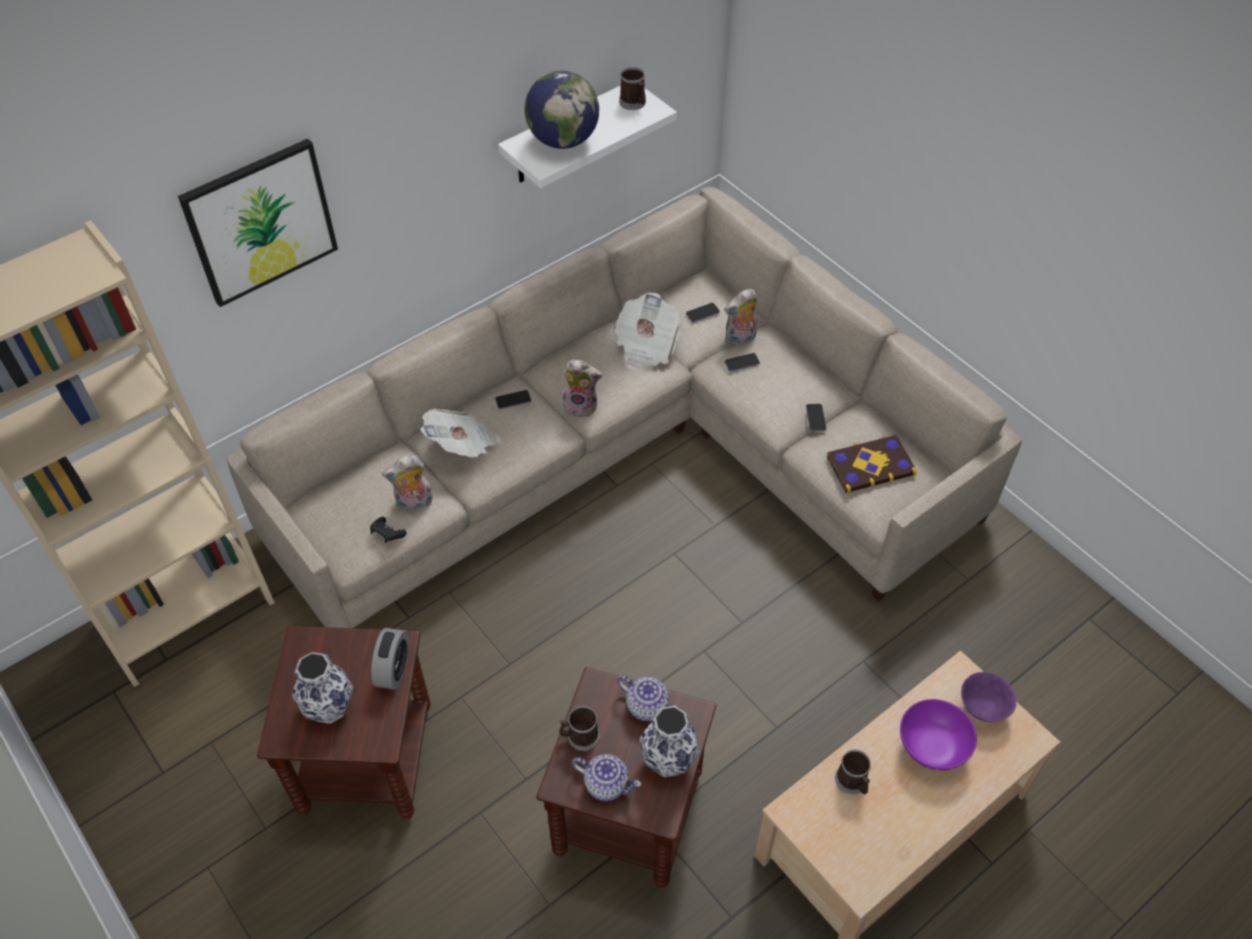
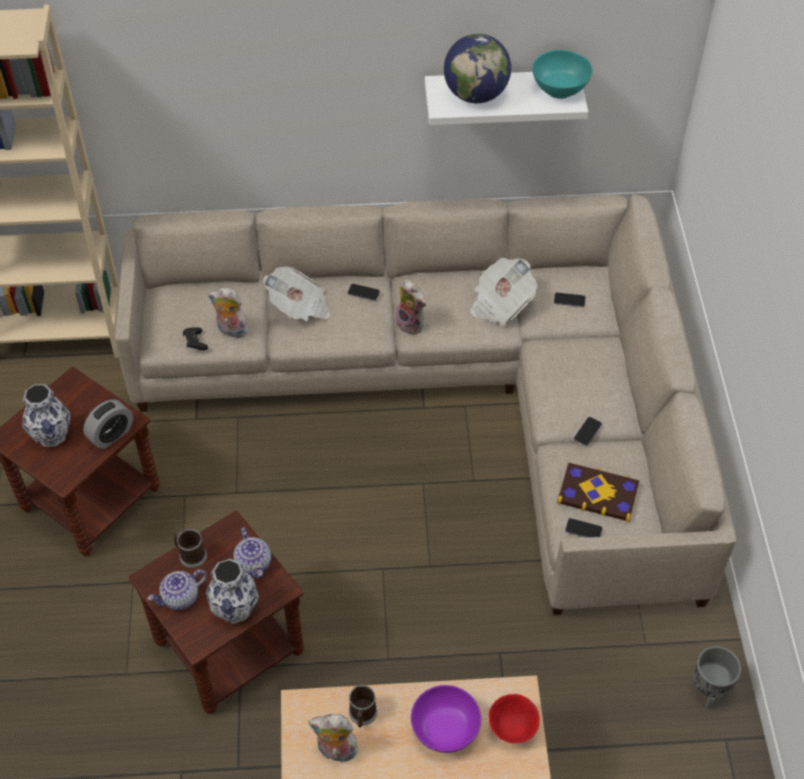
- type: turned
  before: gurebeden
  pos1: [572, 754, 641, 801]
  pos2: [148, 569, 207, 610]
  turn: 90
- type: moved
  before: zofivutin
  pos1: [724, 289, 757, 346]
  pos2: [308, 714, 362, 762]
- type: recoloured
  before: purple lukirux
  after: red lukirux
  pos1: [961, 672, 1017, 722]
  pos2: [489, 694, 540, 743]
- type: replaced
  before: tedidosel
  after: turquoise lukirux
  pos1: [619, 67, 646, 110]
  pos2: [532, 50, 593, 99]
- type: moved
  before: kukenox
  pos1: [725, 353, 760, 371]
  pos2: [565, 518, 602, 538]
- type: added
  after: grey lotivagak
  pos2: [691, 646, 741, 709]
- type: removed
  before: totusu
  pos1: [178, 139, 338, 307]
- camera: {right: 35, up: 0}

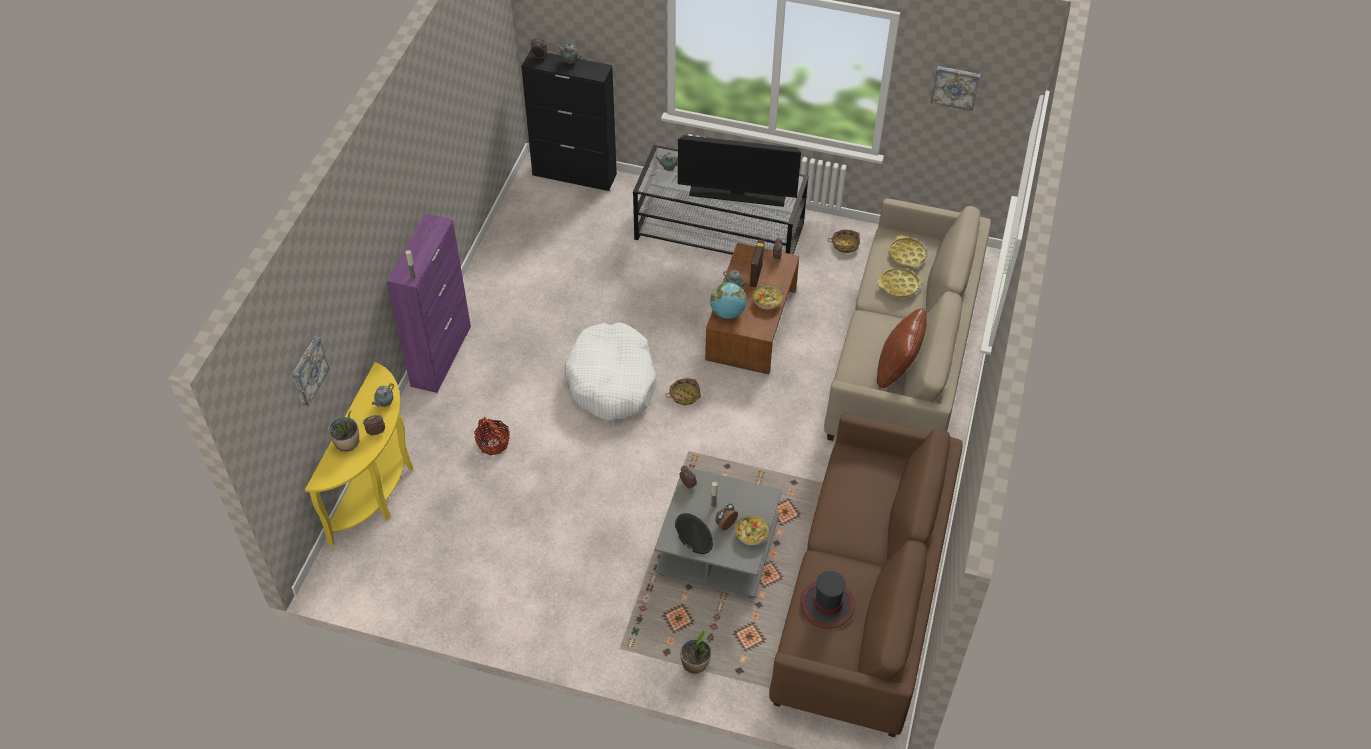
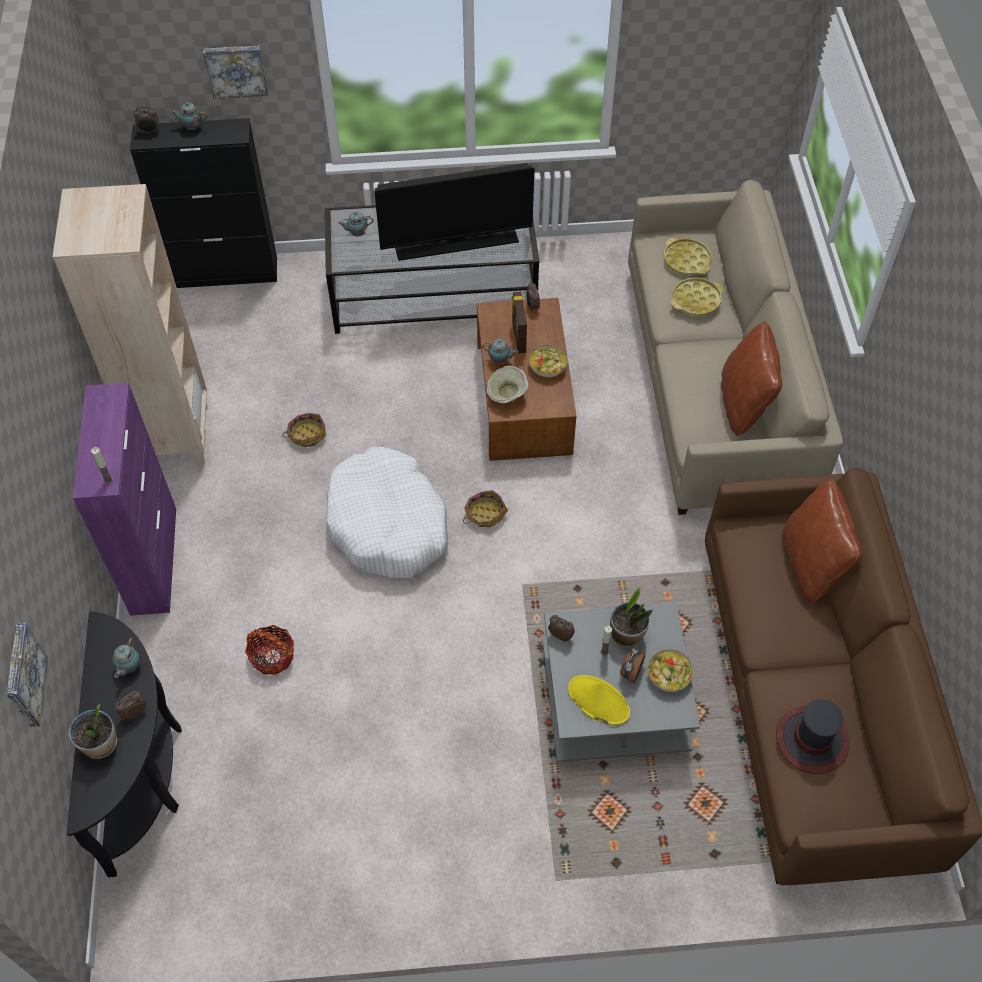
- type: added
  after: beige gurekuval
  pos2: [53, 184, 207, 465]
- type: recoloured
  before: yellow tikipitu
  after: black tikipitu
  pos1: [305, 362, 413, 546]
  pos2: [66, 612, 182, 877]
- type: moved
  before: totusu
  pos1: [931, 66, 980, 111]
  pos2: [203, 45, 268, 99]
- type: moved
  before: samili
  pos1: [828, 229, 860, 253]
  pos2: [282, 413, 326, 447]
- type: replaced
  before: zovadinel
  after: beige lukirux
  pos1: [710, 282, 746, 319]
  pos2: [487, 366, 528, 403]
- type: recoloured
  before: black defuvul
  after: yellow defuvul
  pos1: [675, 513, 713, 554]
  pos2: [568, 675, 630, 725]
- type: moved
  before: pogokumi
  pos1: [680, 629, 711, 674]
  pos2: [610, 586, 652, 647]
- type: added
  after: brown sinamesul
  pos2: [783, 478, 862, 604]
- camera: {right: -20, up: 5}

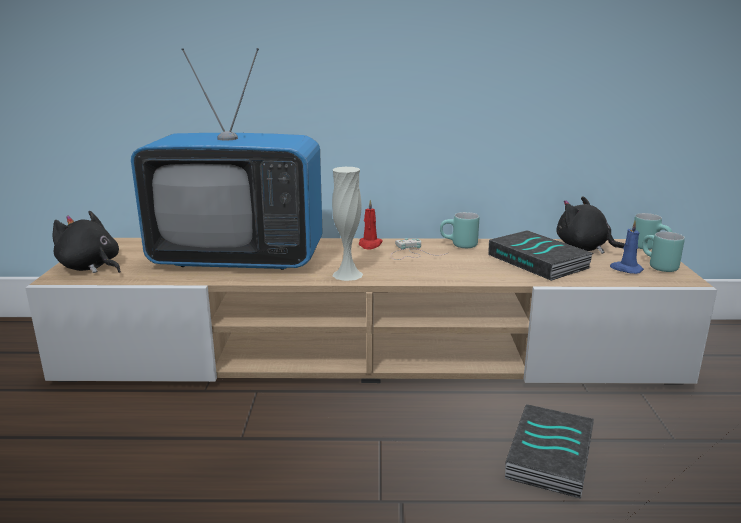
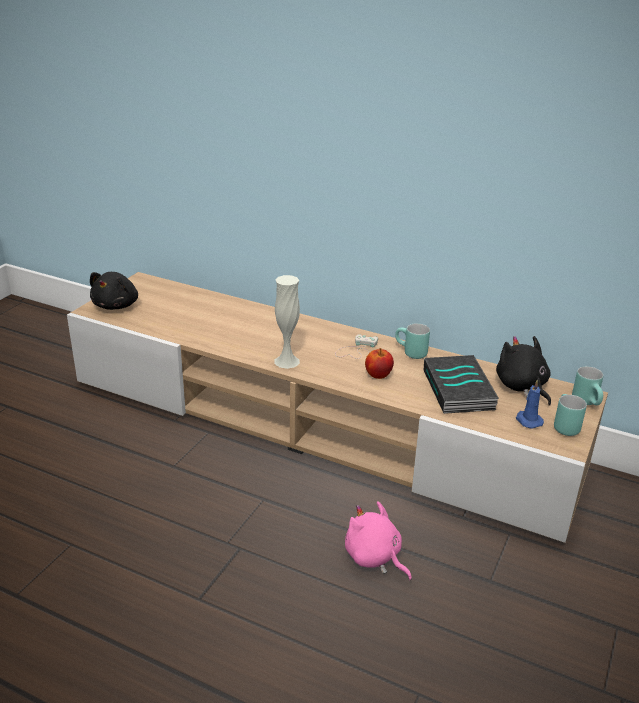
- type: turned
  before: black zofivutin
  pos1: [52, 211, 121, 273]
  pos2: [90, 272, 138, 310]
  turn: -135
- type: replaced
  before: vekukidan
  after: pink zofivutin
  pos1: [505, 404, 594, 499]
  pos2: [345, 501, 412, 580]
- type: added
  after: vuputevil
  pos2: [365, 348, 394, 379]
- type: removed
  before: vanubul
  pos1: [131, 48, 323, 270]
- type: removed
  before: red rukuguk
  pos1: [359, 200, 383, 249]
- camera: {right: 25, up: 10}

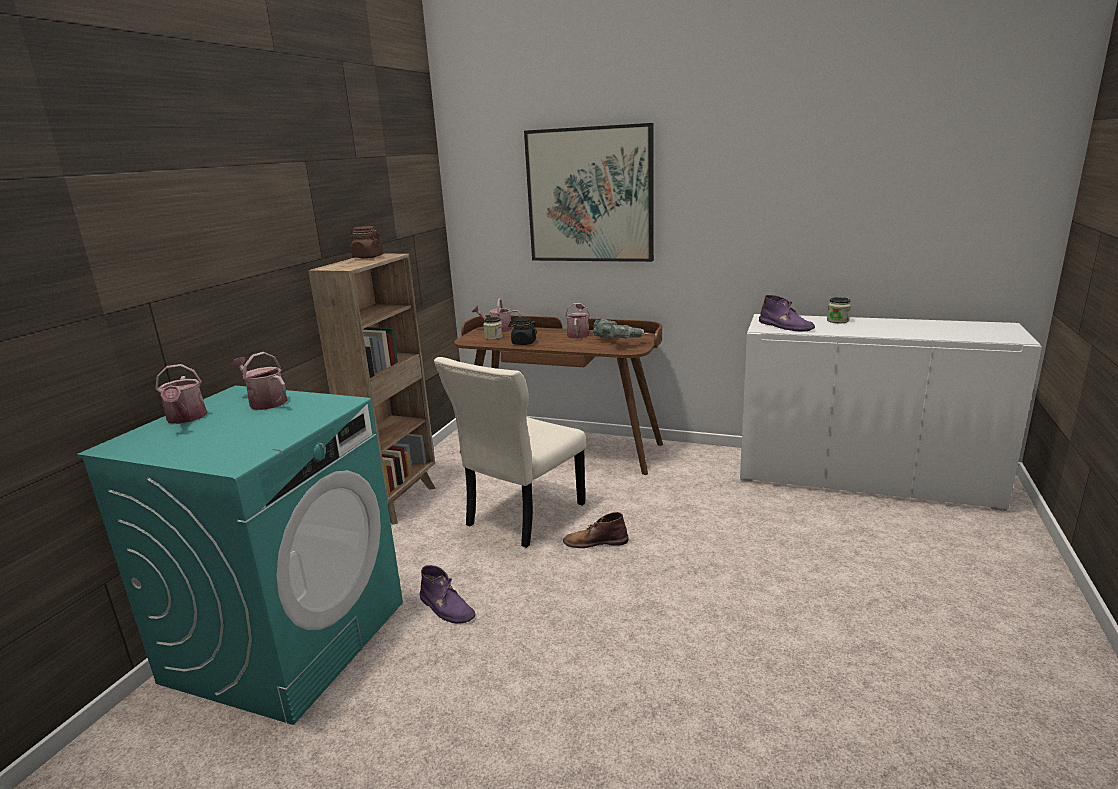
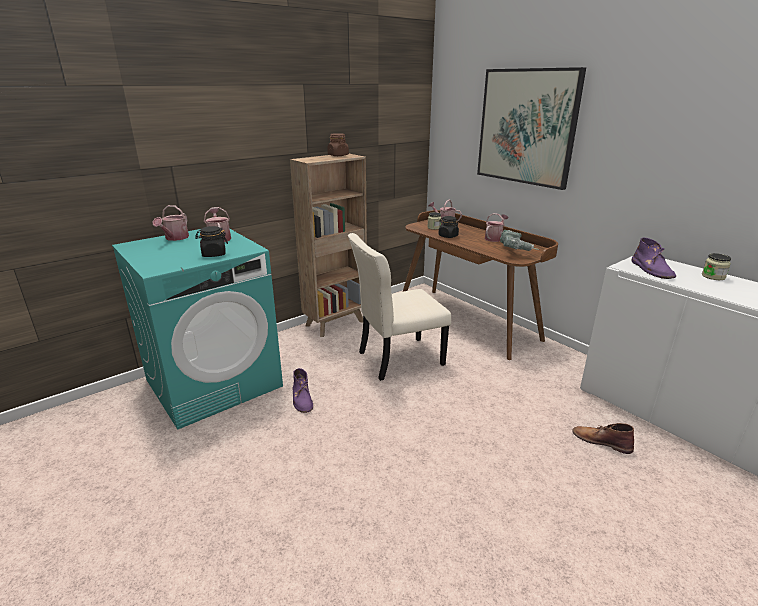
- type: added
  after: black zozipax
  pos2: [195, 226, 228, 257]
- type: moved
  before: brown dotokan
  pos1: [563, 512, 629, 548]
  pos2: [572, 423, 634, 454]
- camera: {right: 30, up: 5}

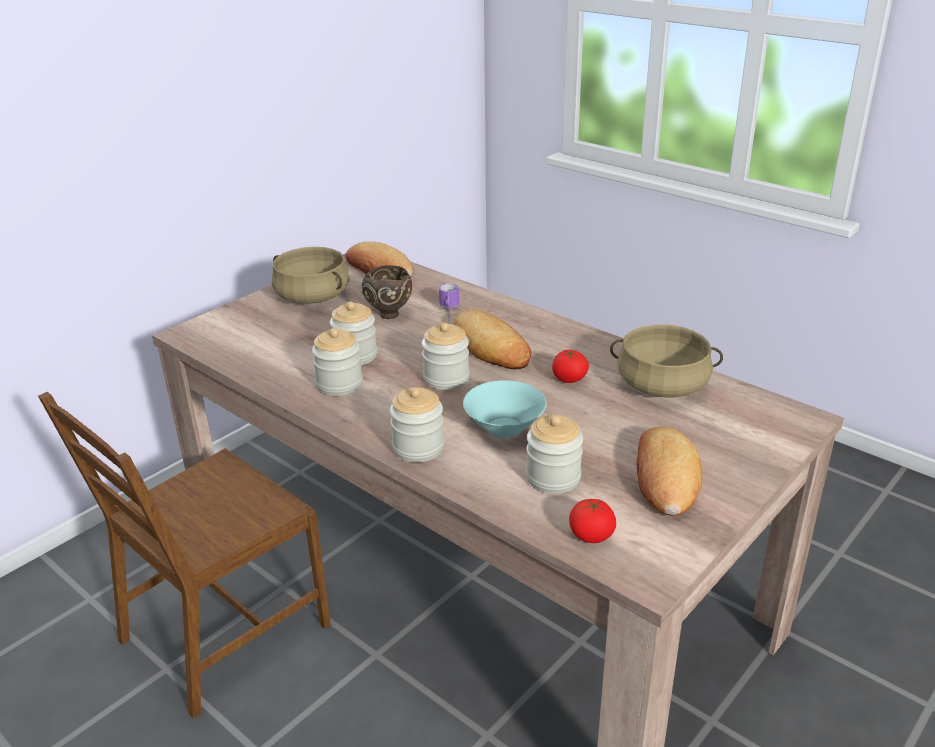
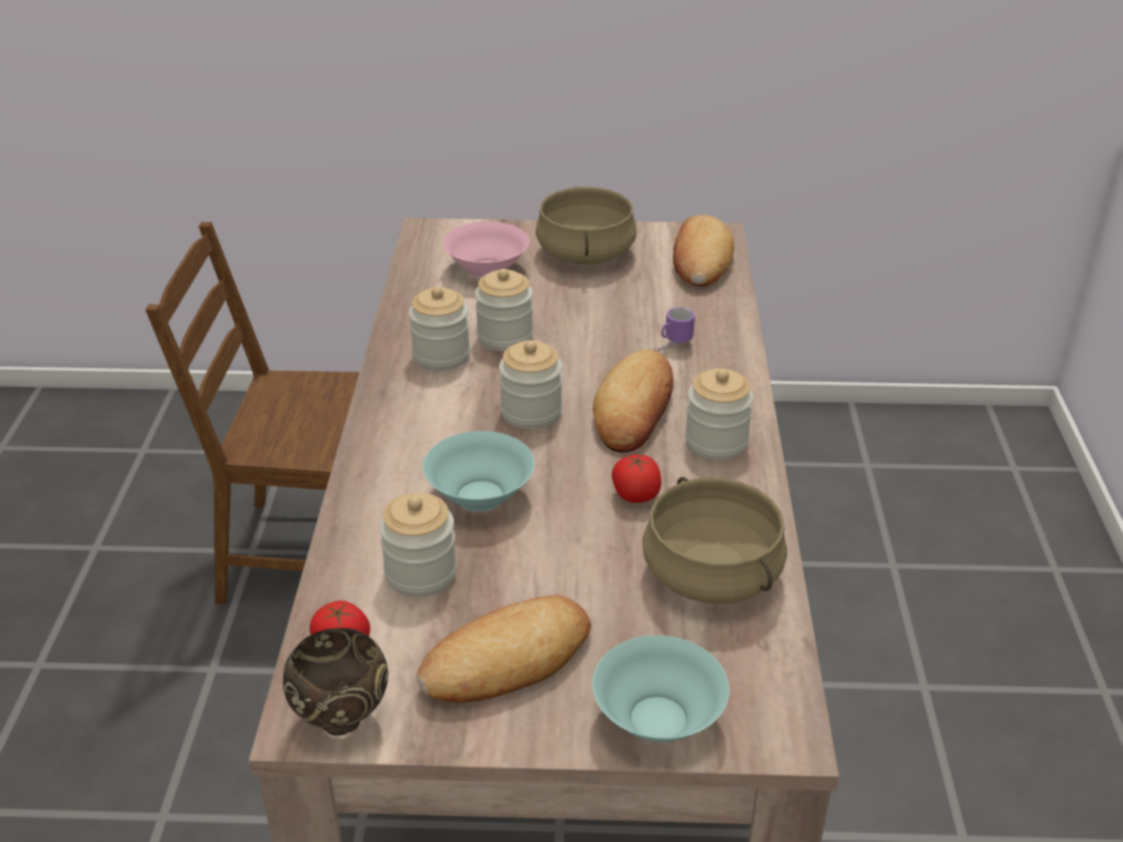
- type: moved
  before: brown lukirux
  pos1: [362, 265, 412, 319]
  pos2: [283, 628, 388, 736]
- type: added
  after: pink lukirux
  pos2: [443, 222, 529, 279]
- type: added
  after: turquoise lukirux
  pos2: [592, 635, 729, 742]
- type: moved
  before: zozipax
  pos1: [389, 387, 444, 462]
  pos2: [685, 368, 754, 460]
- camera: {right: 50, up: 5}

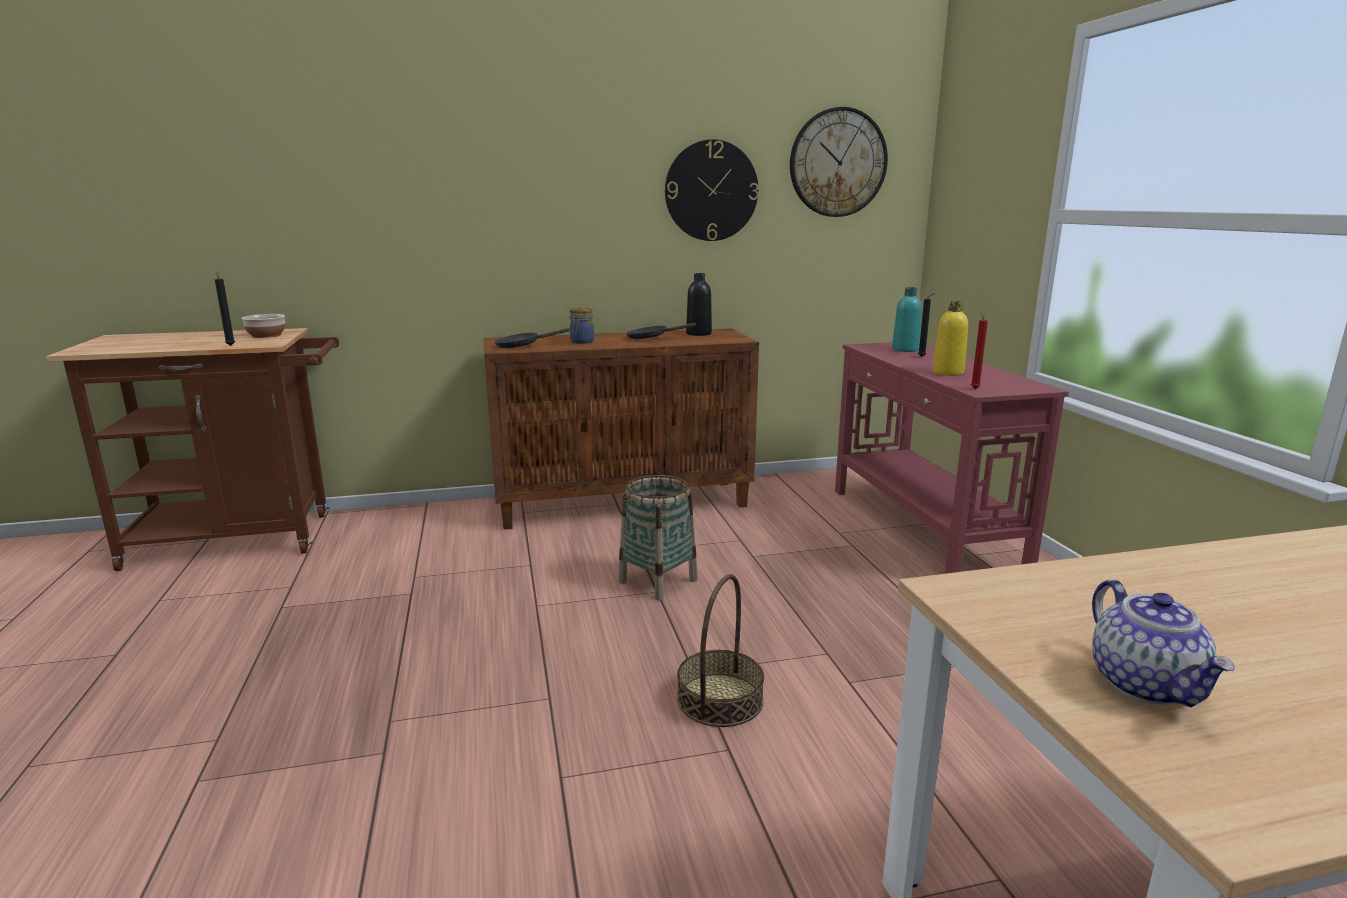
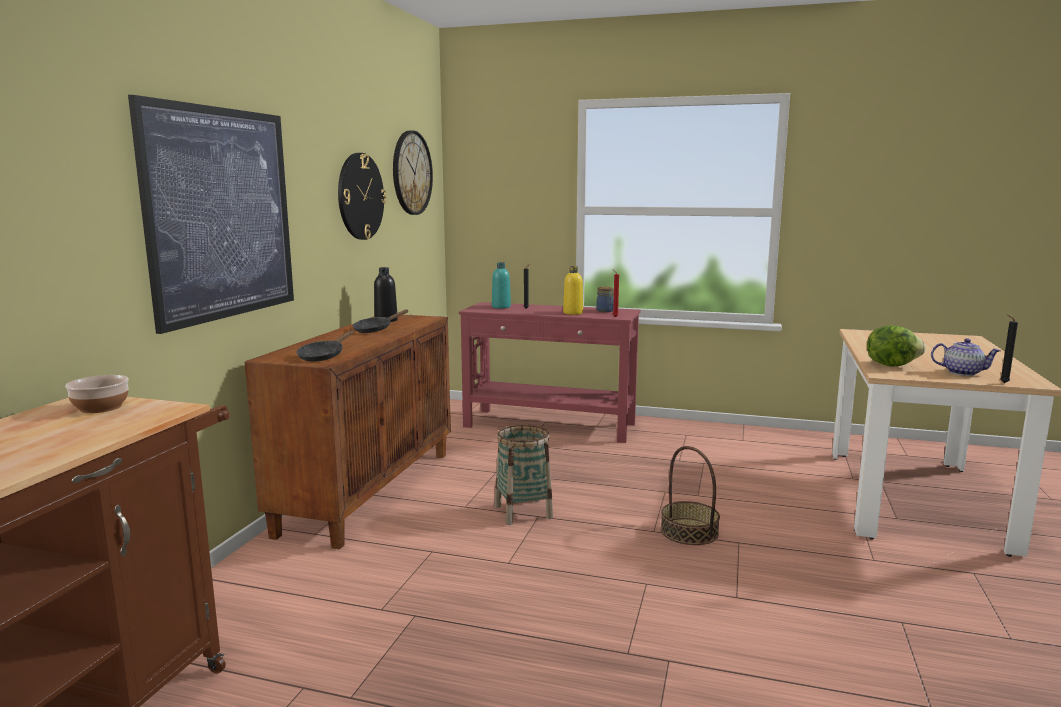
- type: added
  after: totusu
  pos2: [128, 95, 294, 334]
- type: moved
  before: zozipax
  pos1: [570, 308, 594, 344]
  pos2: [596, 286, 614, 312]
- type: added
  after: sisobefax
  pos2: [867, 325, 926, 366]
- type: moved
  before: black rukuguk
  pos1: [215, 271, 235, 346]
  pos2: [1000, 315, 1018, 383]
- camera: {right: -60, up: -5}

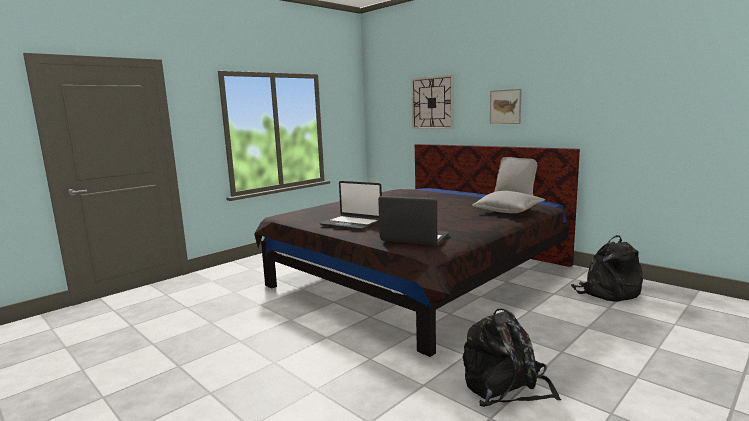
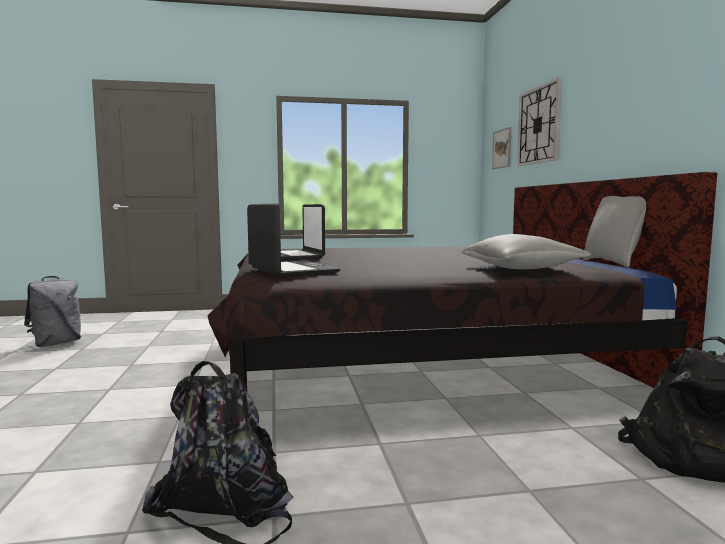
- type: added
  after: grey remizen
  pos2: [24, 276, 81, 347]
- type: moved
  before: totusu
  pos1: [490, 89, 522, 124]
  pos2: [492, 127, 512, 169]
- camera: {right: 35, up: -5}

